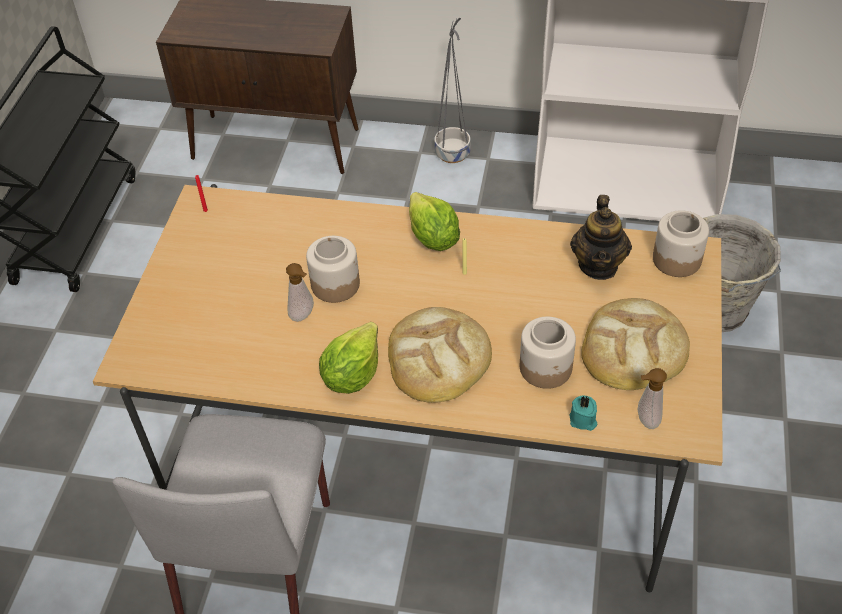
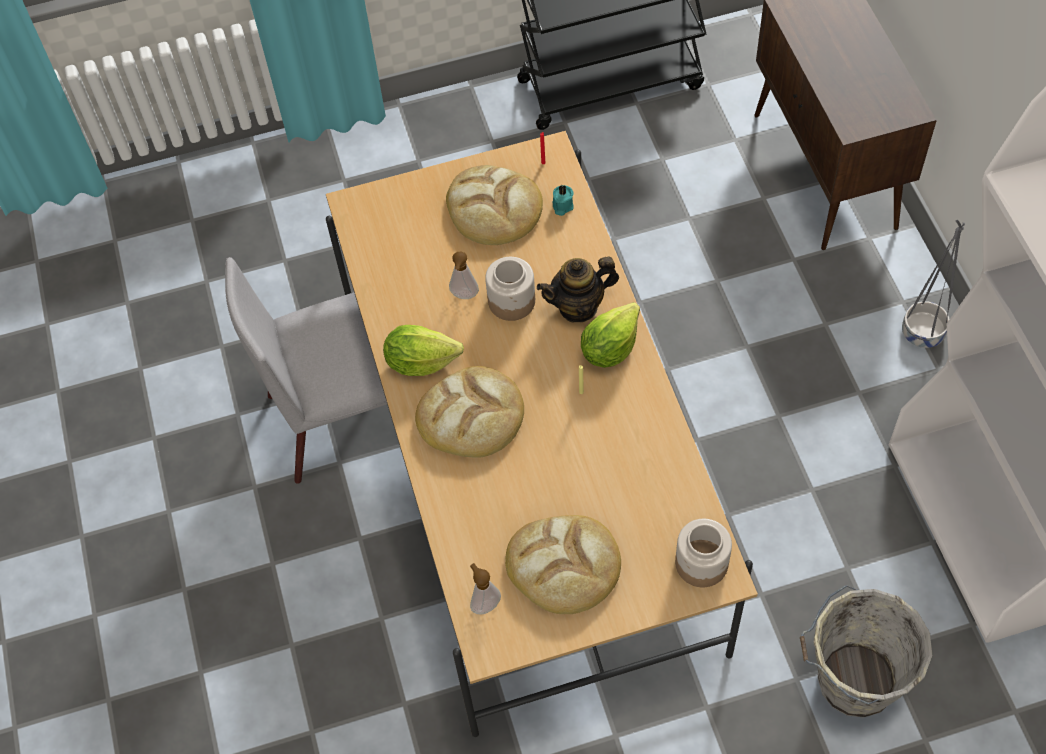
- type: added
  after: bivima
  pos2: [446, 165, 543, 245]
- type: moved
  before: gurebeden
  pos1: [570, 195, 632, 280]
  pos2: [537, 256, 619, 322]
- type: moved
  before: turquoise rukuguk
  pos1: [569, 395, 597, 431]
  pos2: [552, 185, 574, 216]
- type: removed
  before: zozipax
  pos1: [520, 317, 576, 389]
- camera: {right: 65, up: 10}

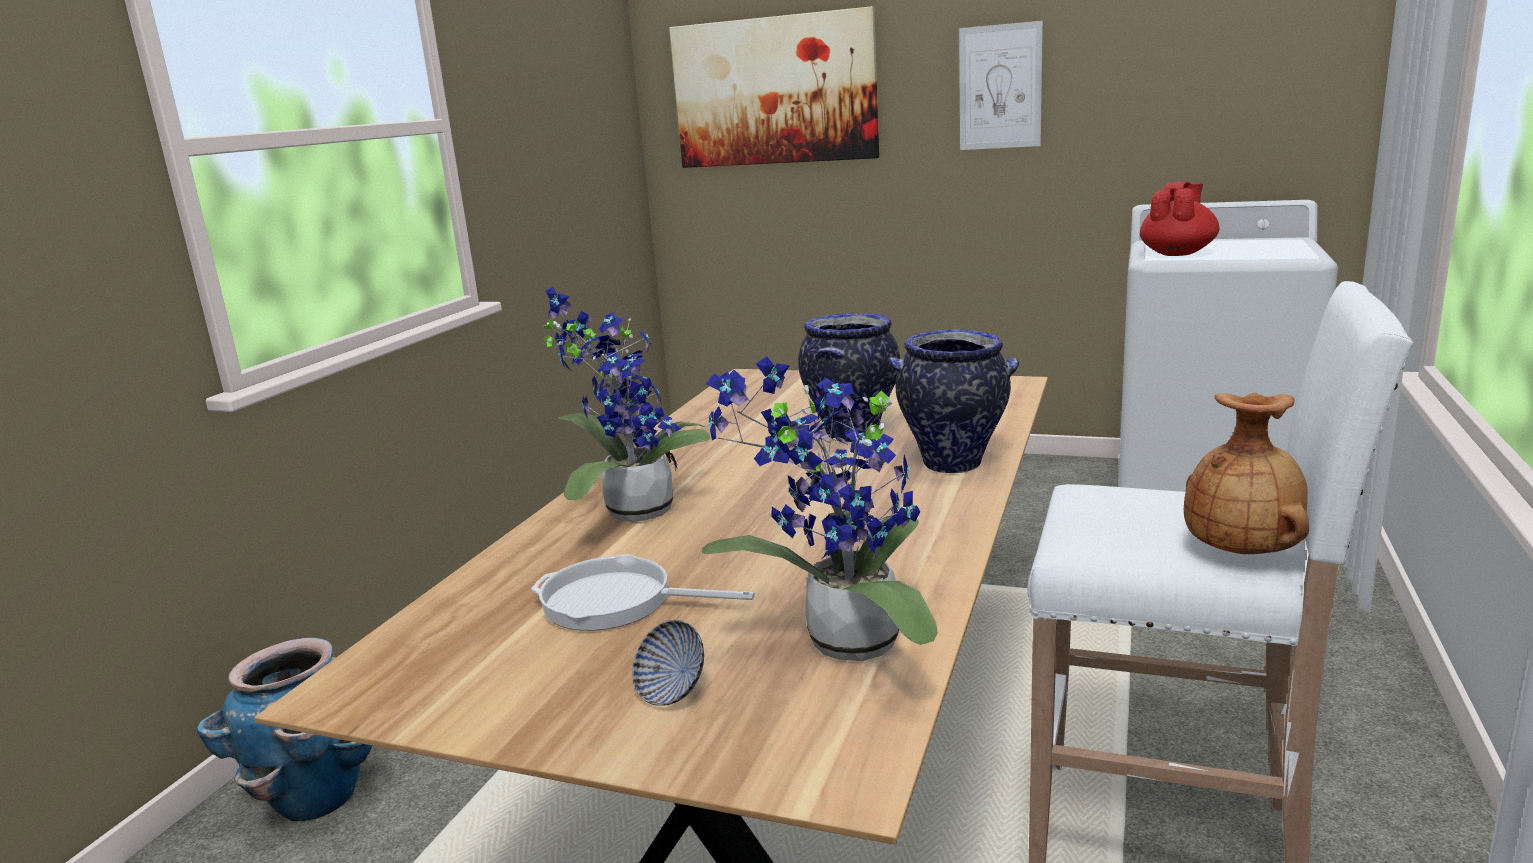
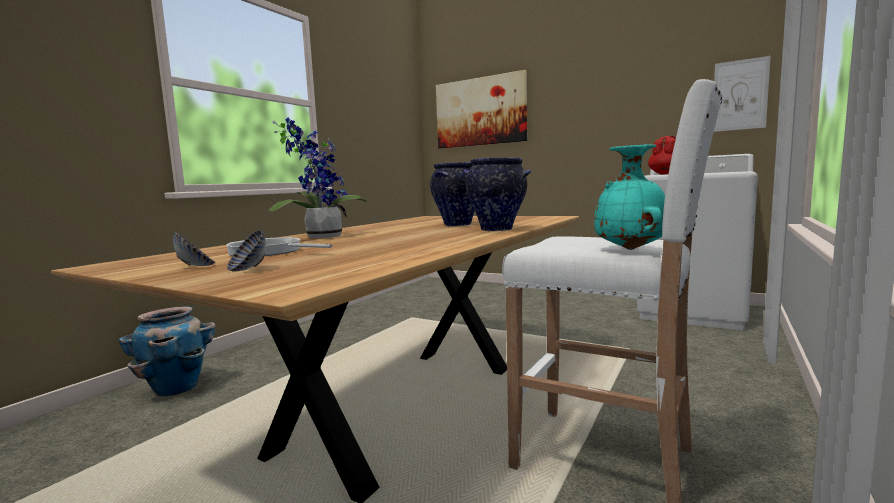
- type: added
  after: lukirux
  pos2: [173, 232, 215, 266]
- type: recoloured
  before: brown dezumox
  after: turquoise dezumox
  pos1: [1184, 393, 1309, 554]
  pos2: [594, 144, 665, 250]
- type: moved
  before: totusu
  pos1: [959, 21, 1043, 150]
  pos2: [714, 56, 771, 132]
- type: removed
  before: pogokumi
  pos1: [702, 356, 938, 661]
- camera: {right: 10, up: -10}

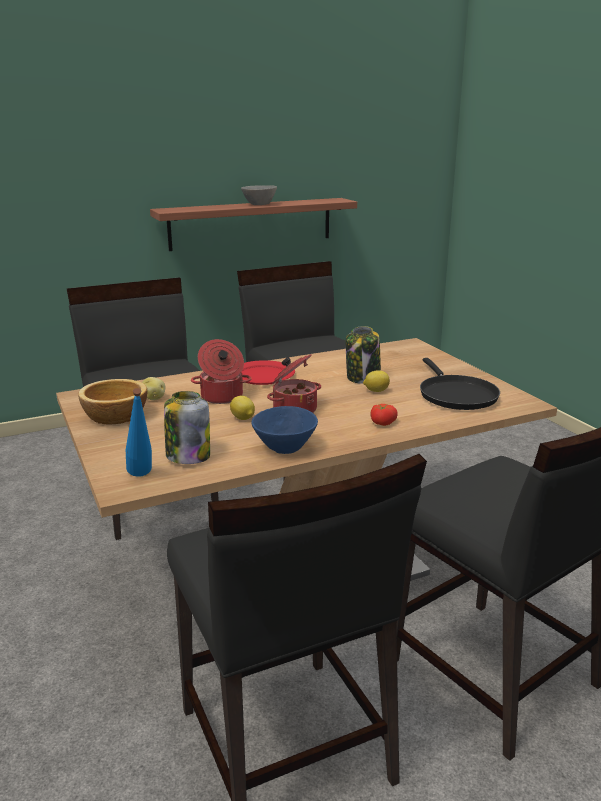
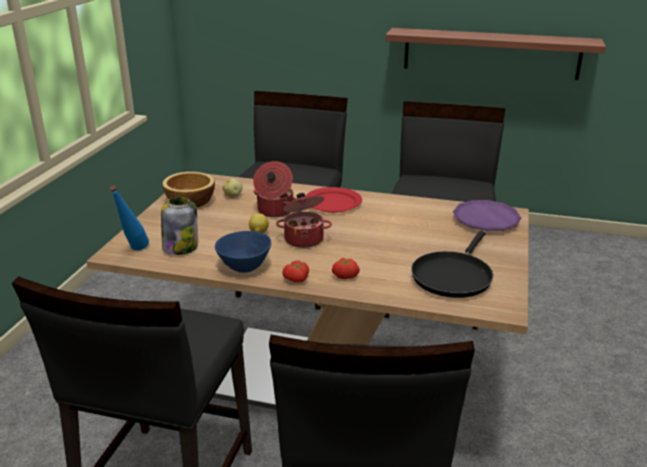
- type: added
  after: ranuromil
  pos2: [282, 260, 309, 282]
- type: added
  after: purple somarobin
  pos2: [453, 200, 521, 231]
- type: removed
  before: grey lukirux
  pos1: [241, 185, 277, 205]
- type: removed
  before: zozipax
  pos1: [346, 326, 381, 384]
- type: removed
  before: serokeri
  pos1: [363, 370, 390, 392]
- camera: {right: 40, up: 5}

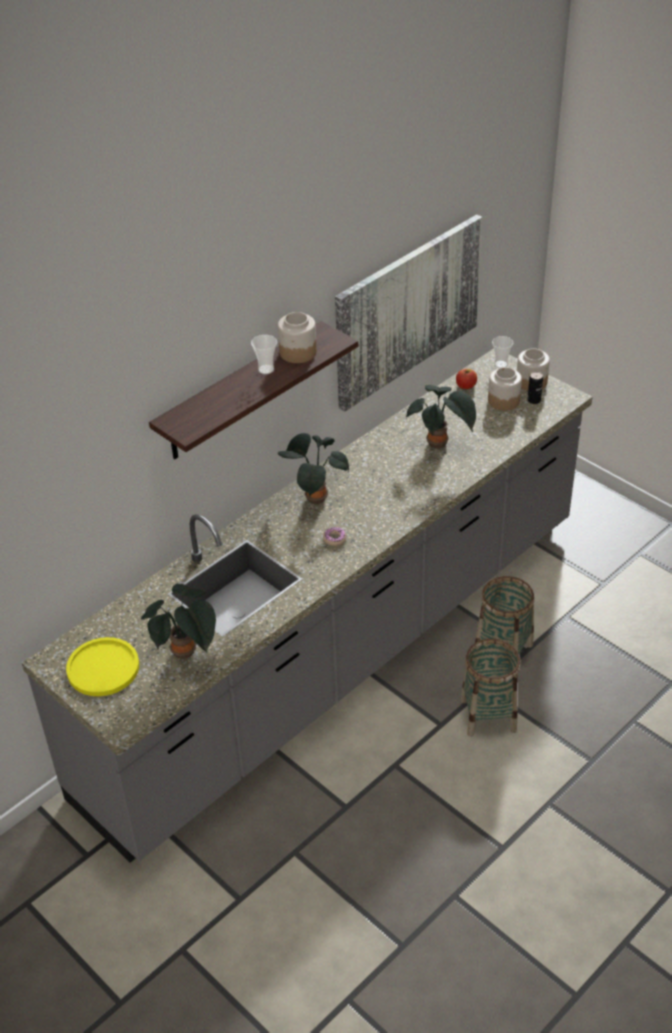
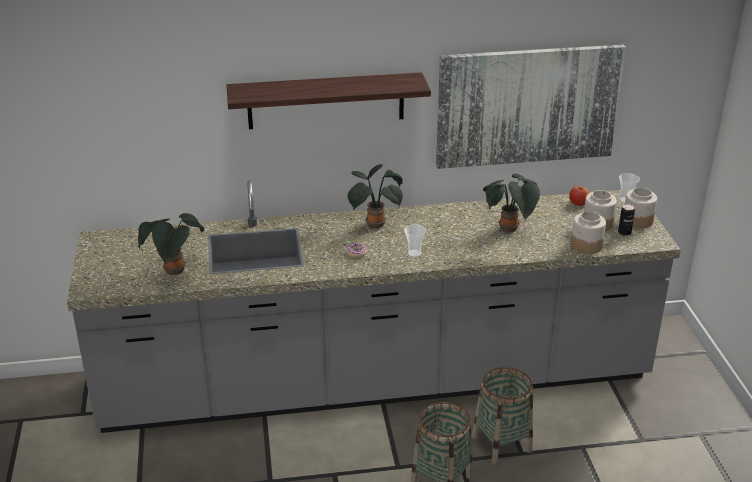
- type: moved
  before: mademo
  pos1: [251, 335, 277, 374]
  pos2: [404, 224, 426, 257]
- type: moved
  before: zozipax
  pos1: [278, 312, 317, 363]
  pos2: [571, 211, 606, 254]
- type: removed
  before: yellow somarobin
  pos1: [66, 637, 139, 696]
- camera: {right: 35, up: -10}

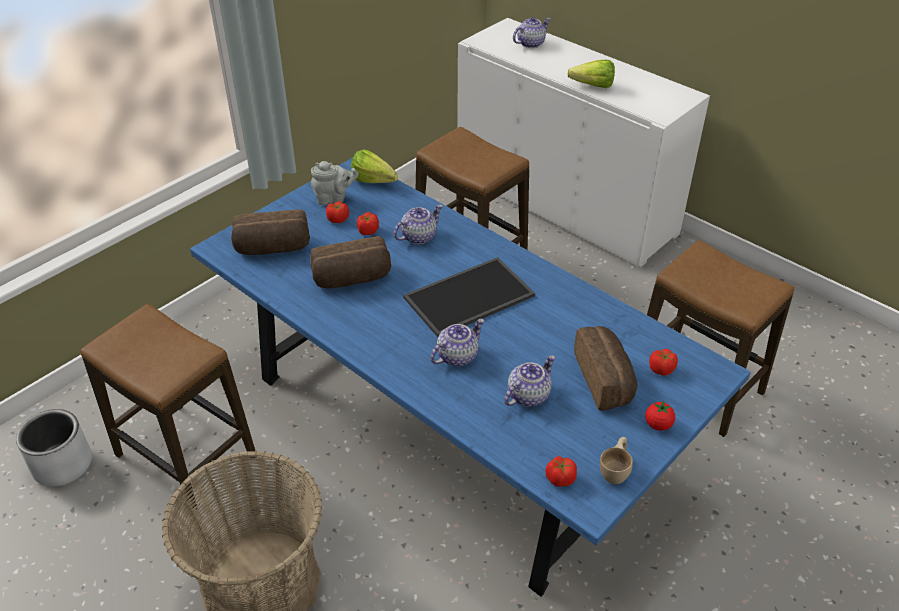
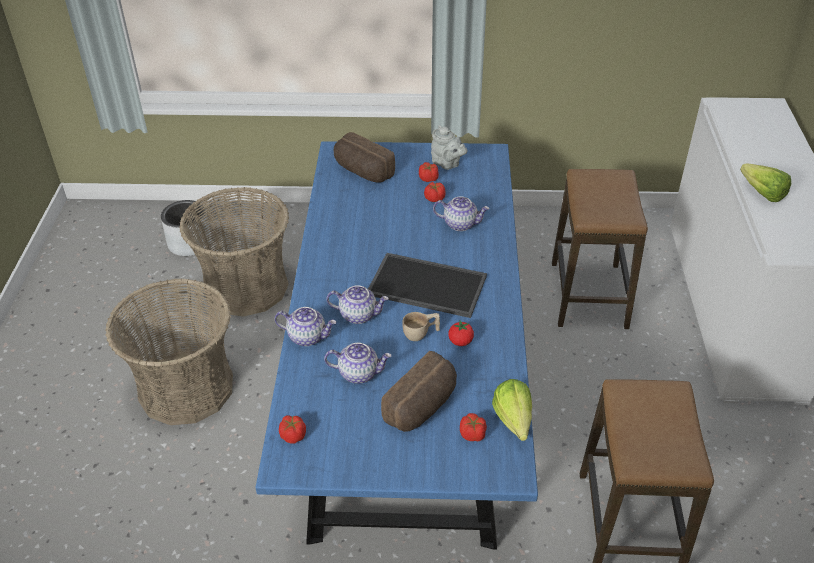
- type: replaced
  before: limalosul
  after: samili
  pos1: [81, 304, 255, 509]
  pos2: [179, 187, 289, 317]
- type: moved
  before: gurebeden
  pos1: [513, 17, 551, 48]
  pos2: [275, 307, 337, 346]
- type: moved
  before: beige mademo
  pos1: [600, 437, 633, 484]
  pos2: [402, 312, 440, 341]
- type: moved
  before: ranuromil
  pos1: [645, 400, 675, 431]
  pos2: [448, 321, 474, 346]
- type: moved
  before: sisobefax
  pos1: [351, 149, 398, 183]
  pos2: [492, 379, 532, 441]
- type: removed
  before: bivima
  pos1: [310, 236, 391, 288]
- camera: {right: 50, up: 0}

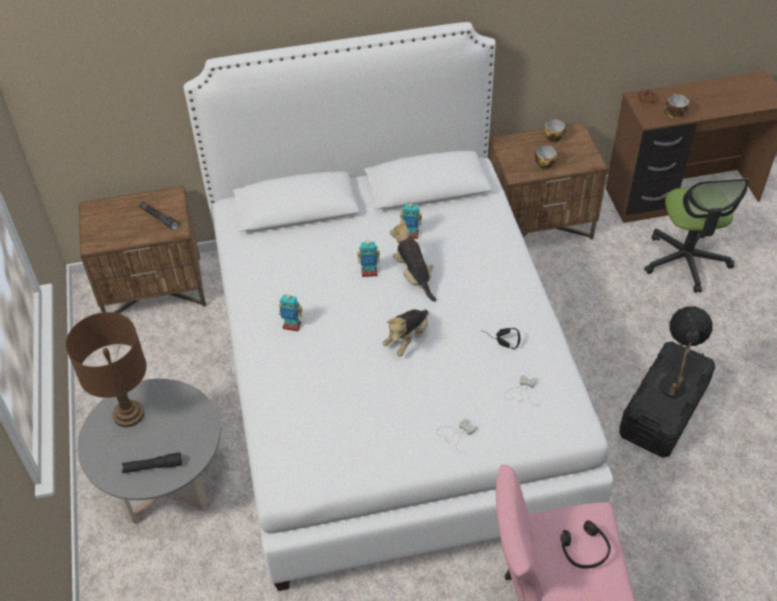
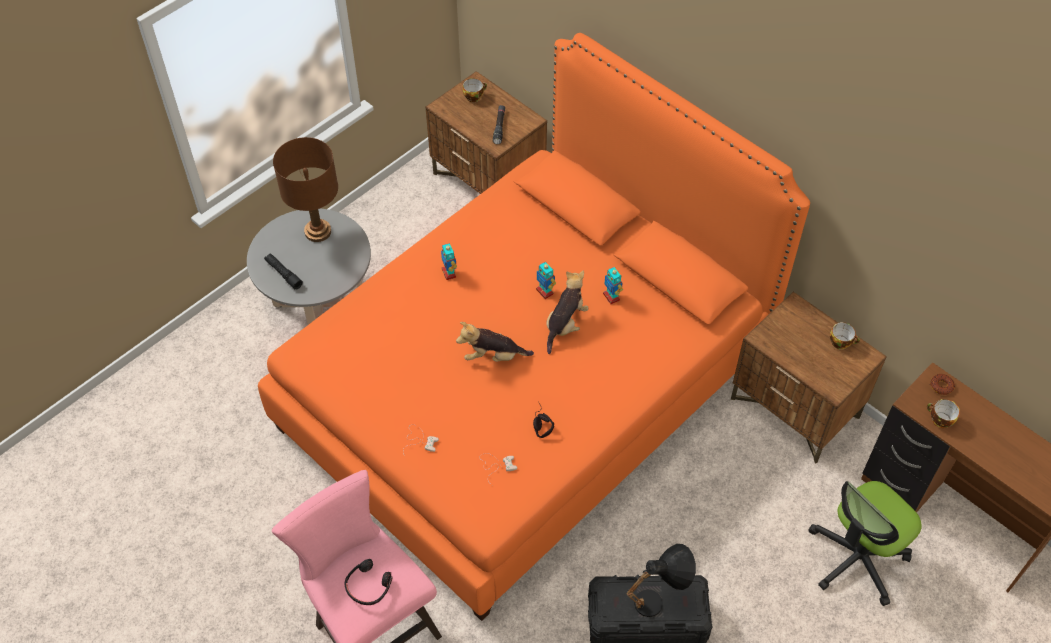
- type: recoloured
  before: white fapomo
  after: orange fapomo
  pos1: [183, 22, 613, 591]
  pos2: [258, 33, 810, 621]
- type: moved
  before: mademo
  pos1: [535, 145, 557, 170]
  pos2: [463, 78, 487, 102]
- camera: {right: 55, up: 5}

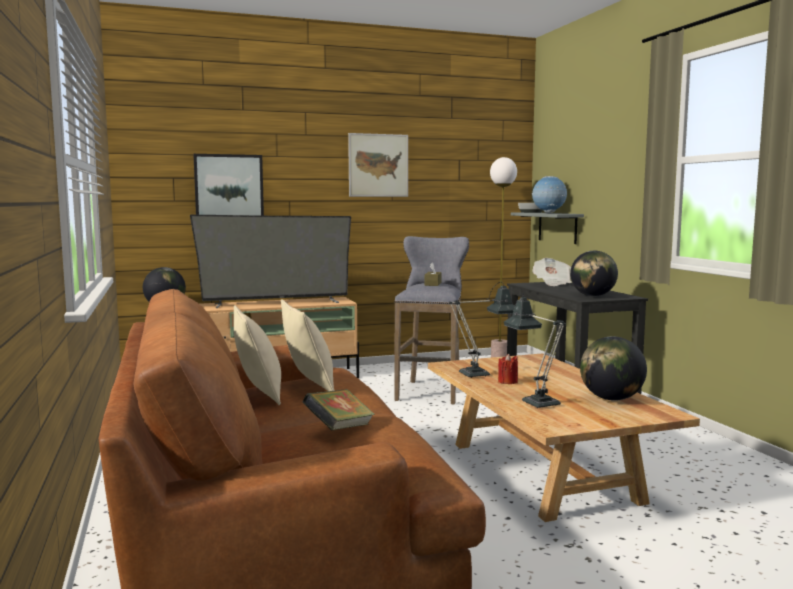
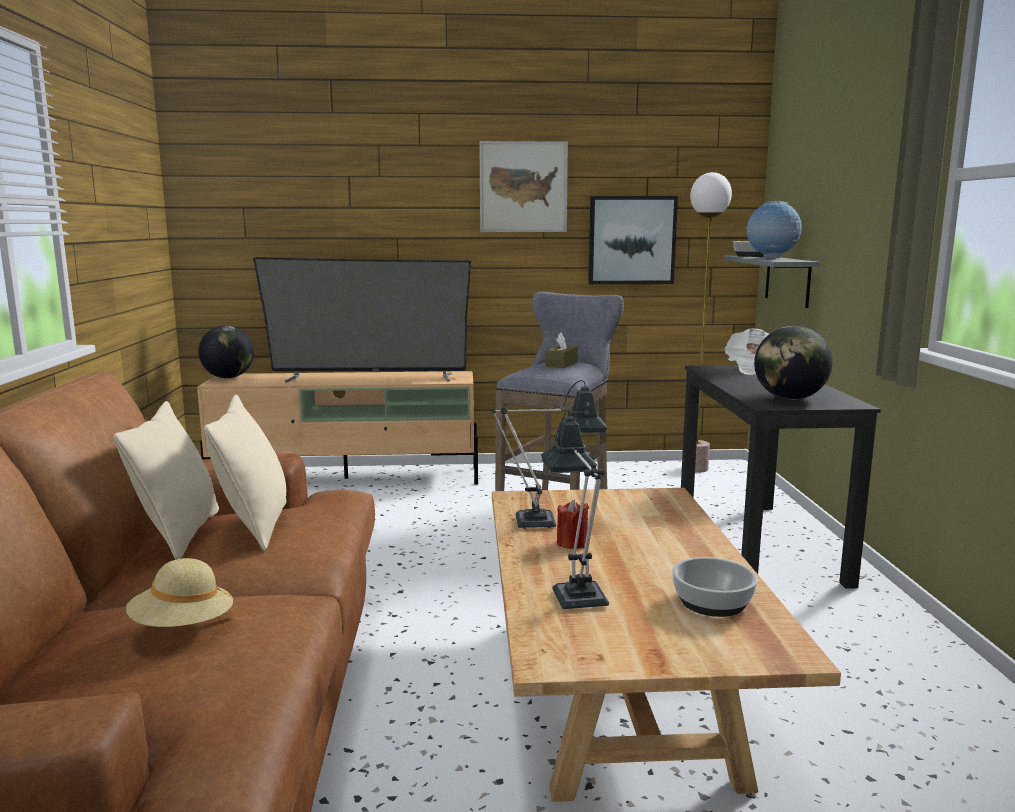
- type: replaced
  before: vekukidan
  after: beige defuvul
  pos1: [303, 389, 375, 430]
  pos2: [126, 558, 235, 627]
- type: moved
  before: totusu
  pos1: [193, 154, 264, 216]
  pos2: [588, 196, 678, 284]
- type: replaced
  before: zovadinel
  after: lukirux
  pos1: [580, 336, 647, 401]
  pos2: [672, 557, 757, 617]
- camera: {right: 15, up: 5}

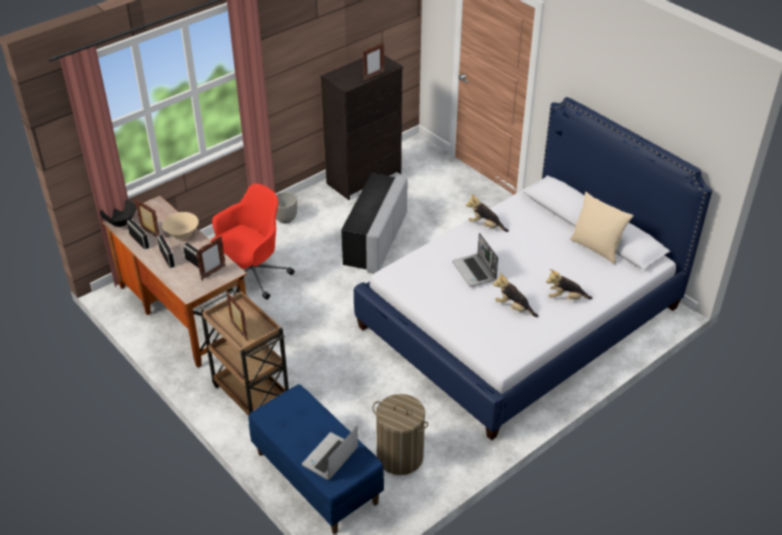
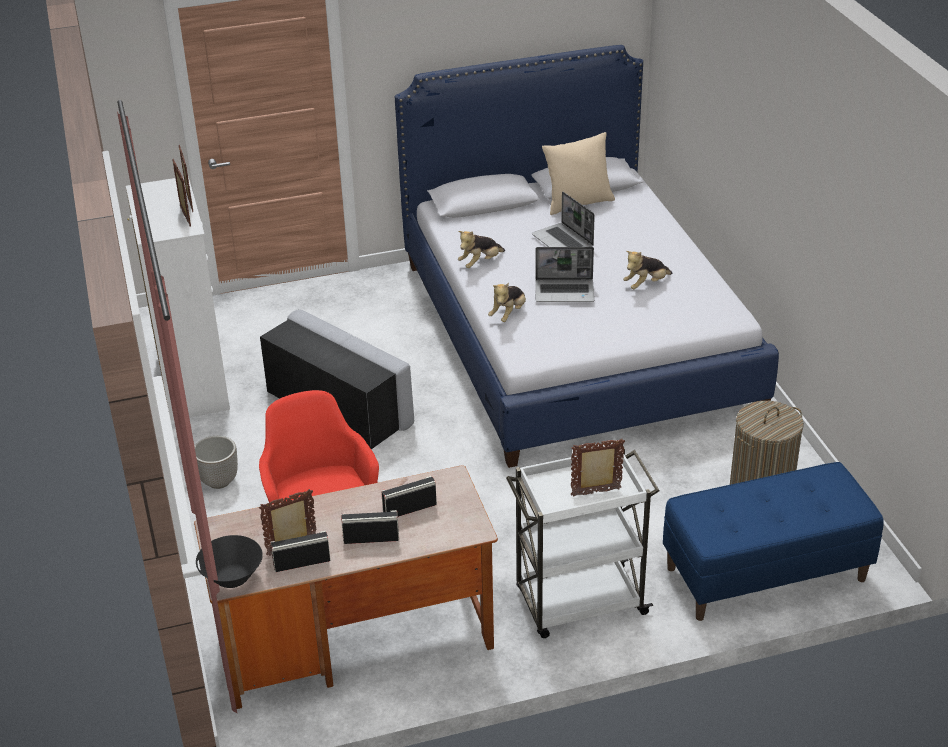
- type: recoloured
  before: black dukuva
  after: white dukuva
  pos1: [320, 55, 403, 200]
  pos2: [126, 176, 230, 421]
- type: moved
  before: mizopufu
  pos1: [196, 236, 226, 280]
  pos2: [172, 159, 191, 227]
- type: moved
  before: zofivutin
  pos1: [546, 269, 592, 299]
  pos2: [488, 283, 526, 322]
- type: recoloured
  before: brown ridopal
  after: white ridopal
  pos1: [200, 289, 289, 416]
  pos2: [506, 446, 659, 638]
- type: moved
  before: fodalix
  pos1: [302, 426, 358, 480]
  pos2: [532, 192, 595, 247]
- type: removed
  before: beige lukirux
  pos1: [162, 212, 199, 240]
- camera: {right: -65, up: -5}

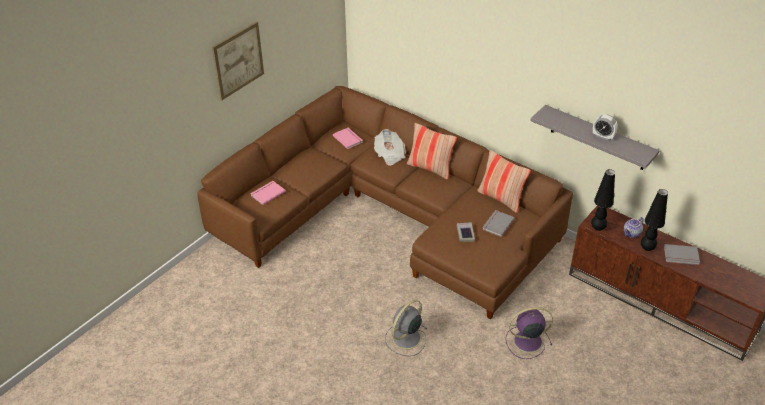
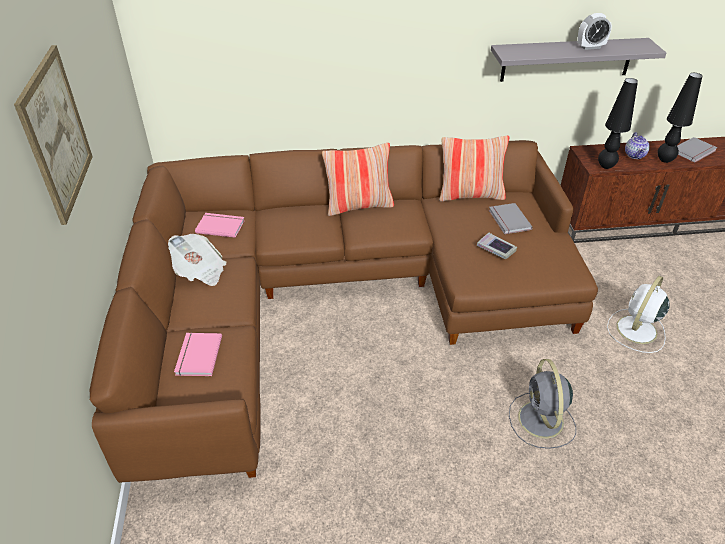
- type: moved
  before: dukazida
  pos1: [374, 129, 406, 166]
  pos2: [168, 234, 227, 286]
- type: recoloured
  before: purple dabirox
  after: white dabirox
  pos1: [506, 307, 553, 359]
  pos2: [607, 276, 669, 353]
- camera: {right: -45, up: 0}

